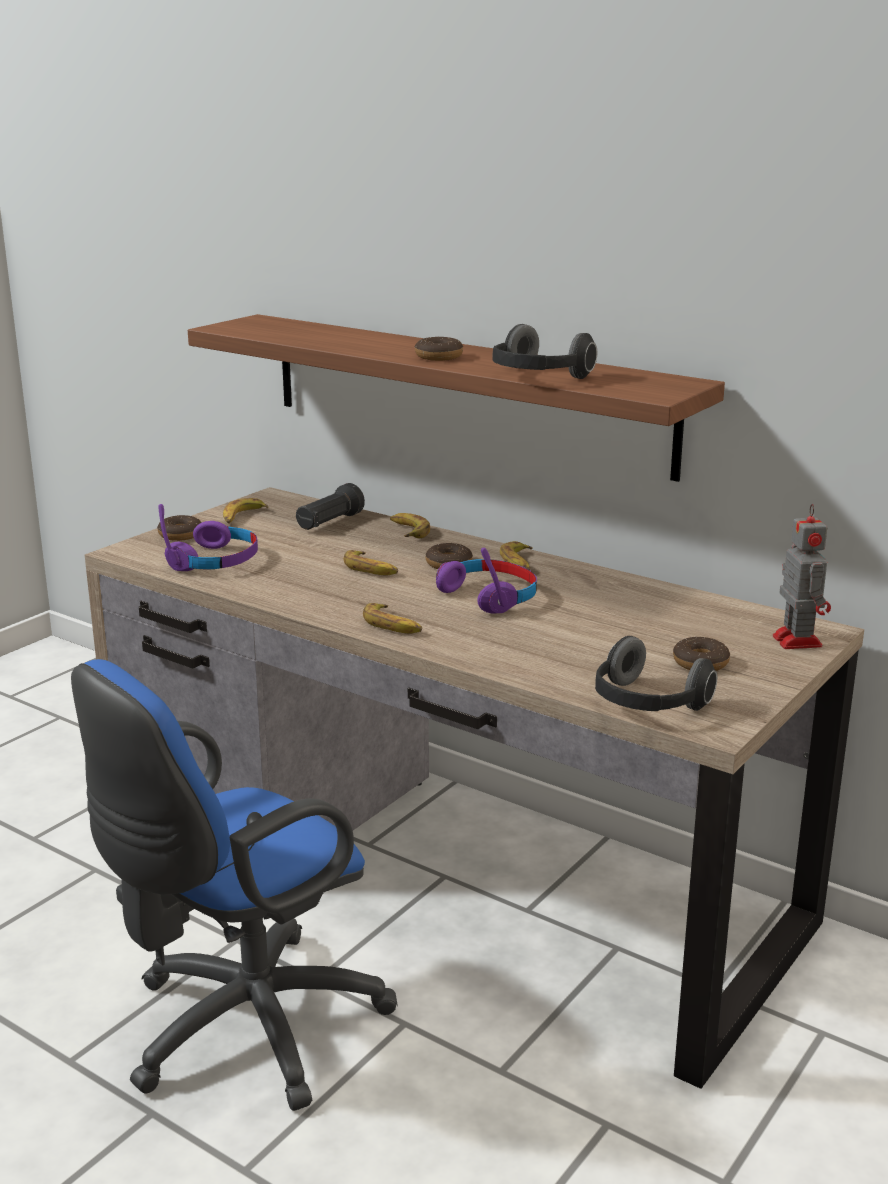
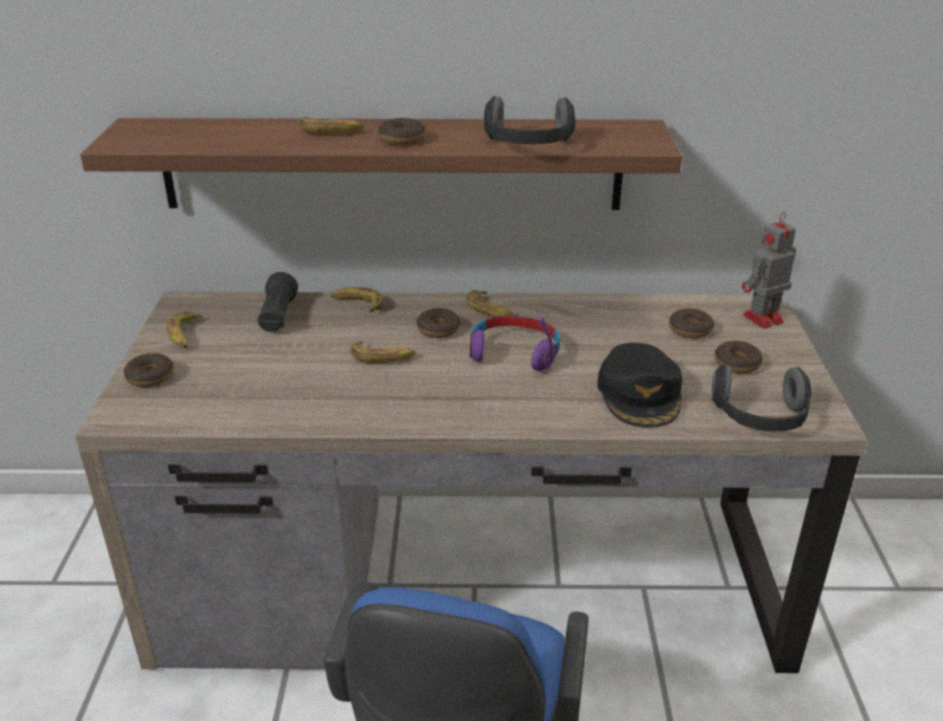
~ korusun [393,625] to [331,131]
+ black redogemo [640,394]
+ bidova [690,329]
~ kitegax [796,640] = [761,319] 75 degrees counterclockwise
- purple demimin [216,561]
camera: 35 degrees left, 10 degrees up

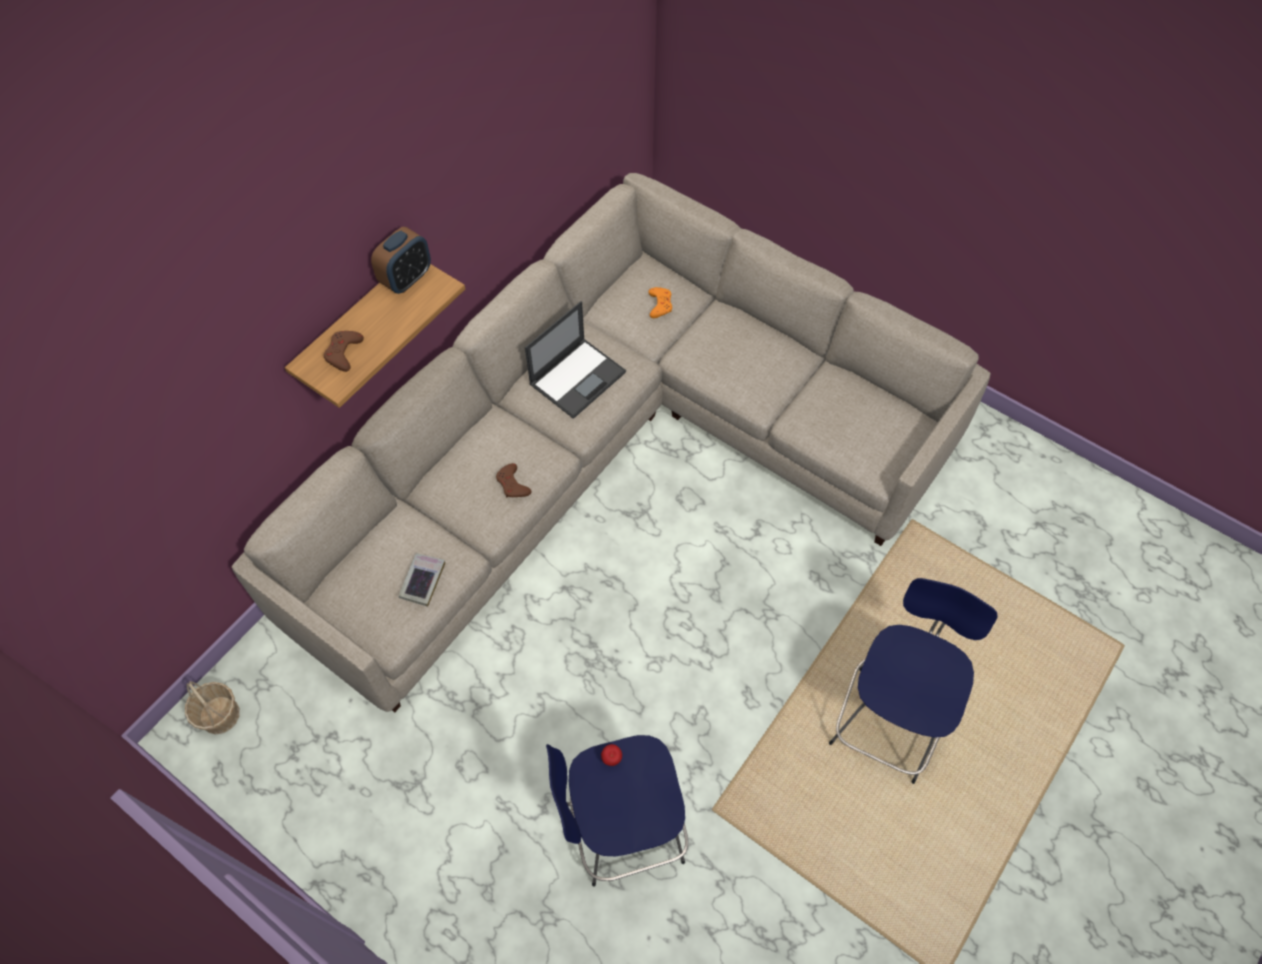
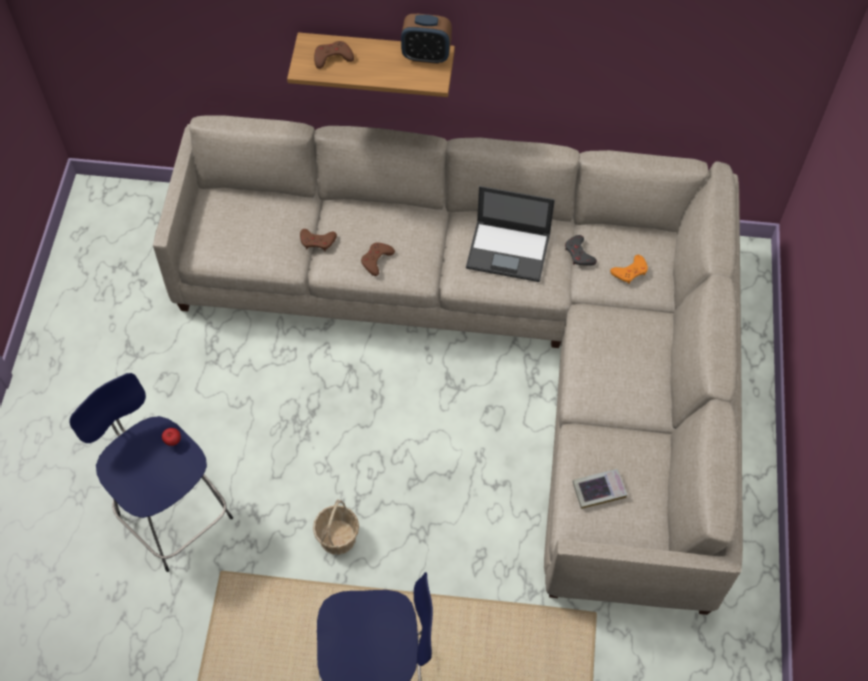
+ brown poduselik [317,241]
~ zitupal [220,714] to [338,537]
+ grey poduselik [579,254]
~ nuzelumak [422,581] to [599,490]
camera: 60 degrees right, 0 degrees up

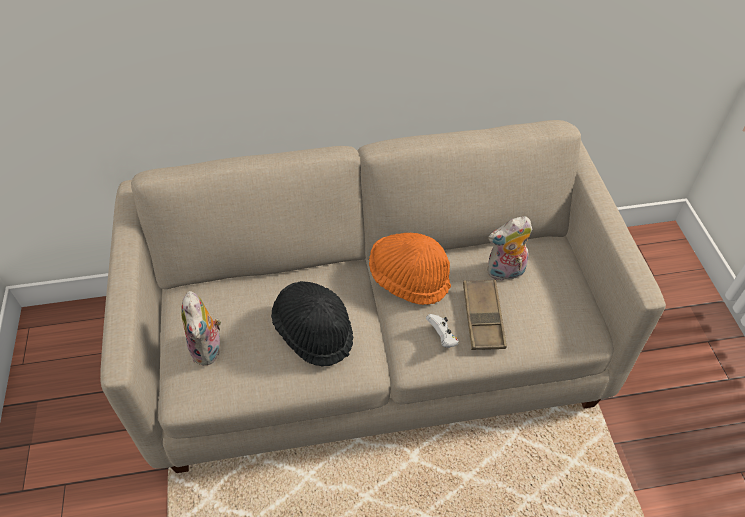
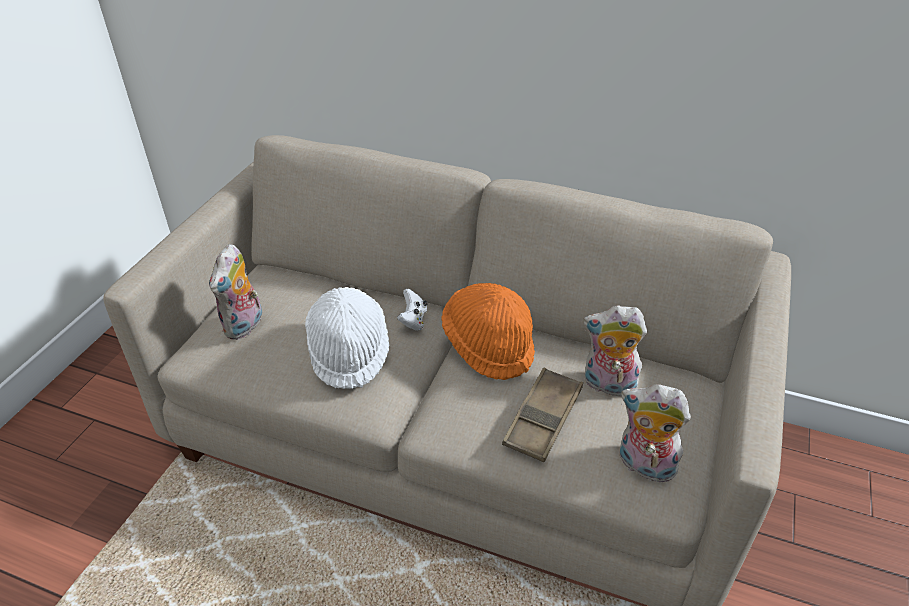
~ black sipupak [315,332] to white sipupak [348,352]
~ white poduselik [442,337] to [413,320]
+ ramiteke [643,466]
camera: 30 degrees right, 10 degrees down

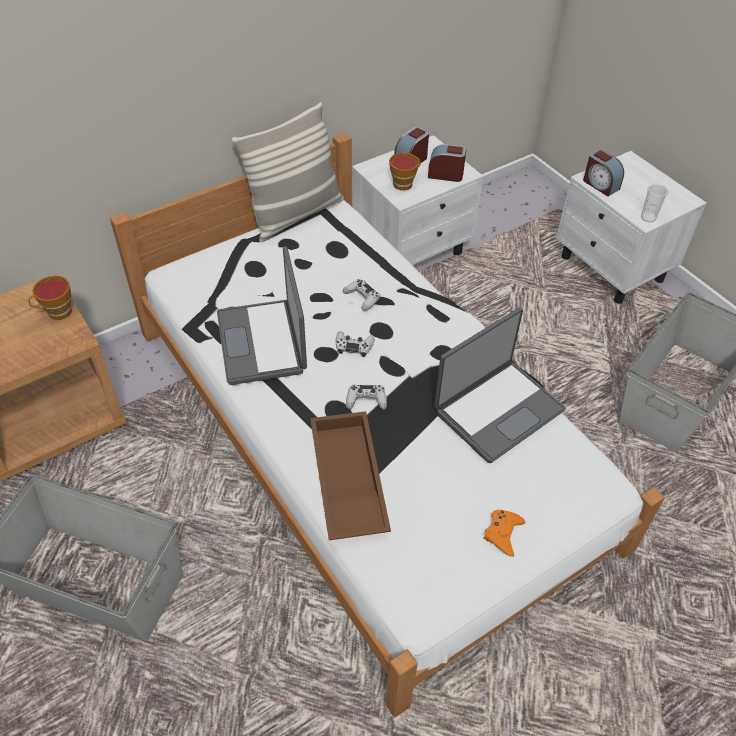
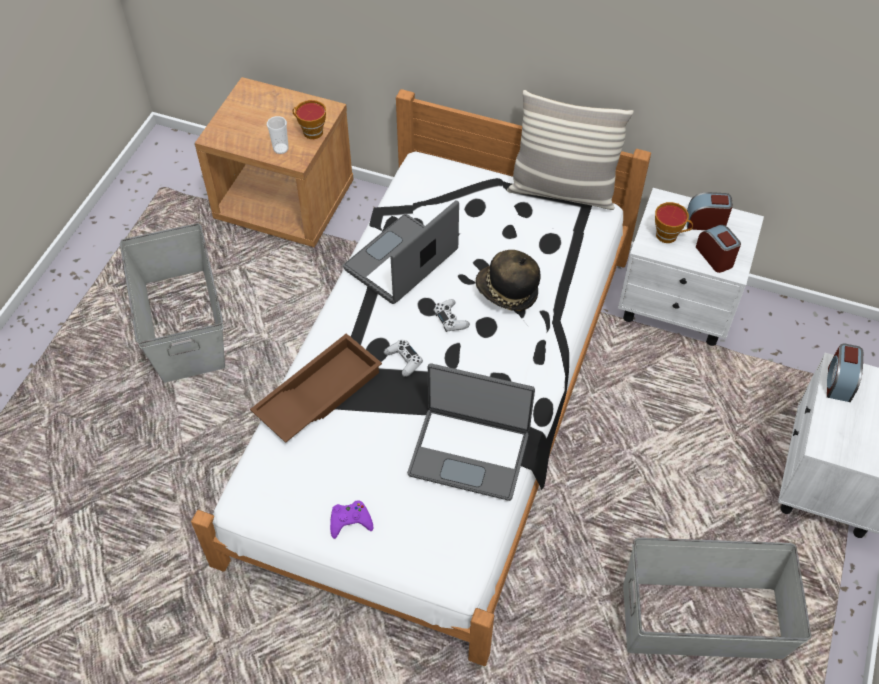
~ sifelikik [648,217] to [280,149]
~ orange poduselik [503,533] to purple poduselik [350,521]
~ white poduselik [362,298] to sipupak [507,292]
camera: 55 degrees right, 5 degrees up

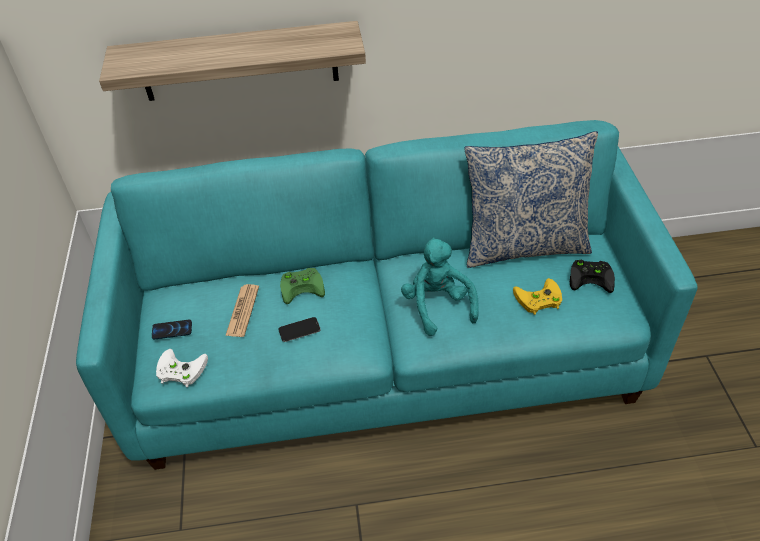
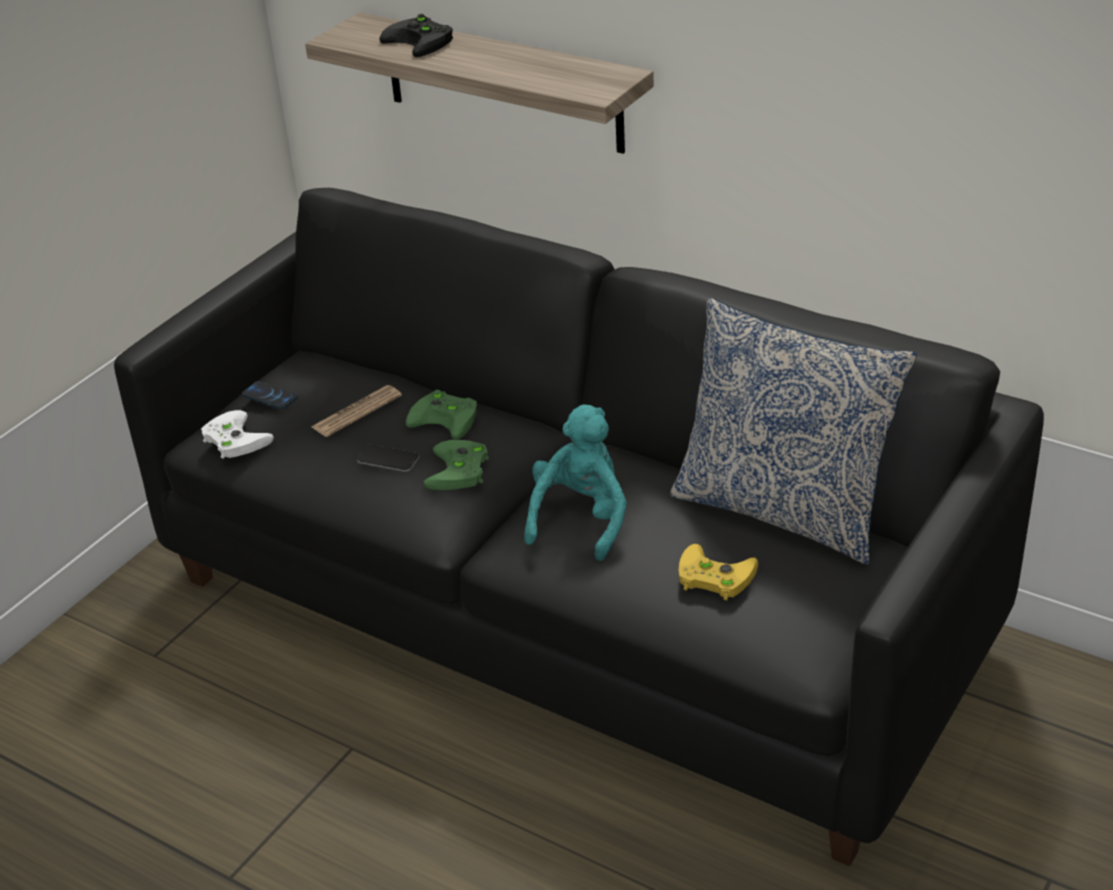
~ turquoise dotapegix [385,354] to black dotapegix [570,609]
~ black poduselik [592,277] to [422,41]
+ green poduselik [460,471]
camera: 40 degrees right, 10 degrees down

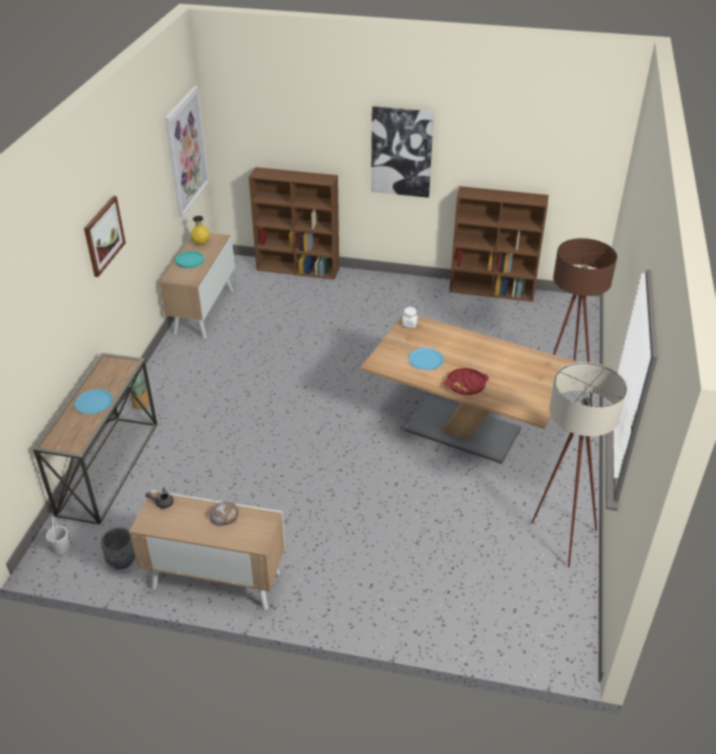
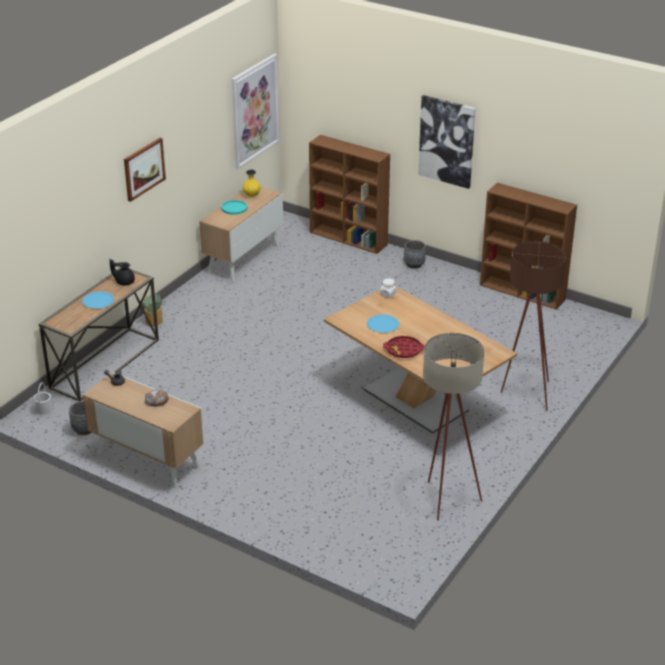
+ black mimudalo [124,281]
+ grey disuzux [414,264]
camera: 20 degrees right, 5 degrees down

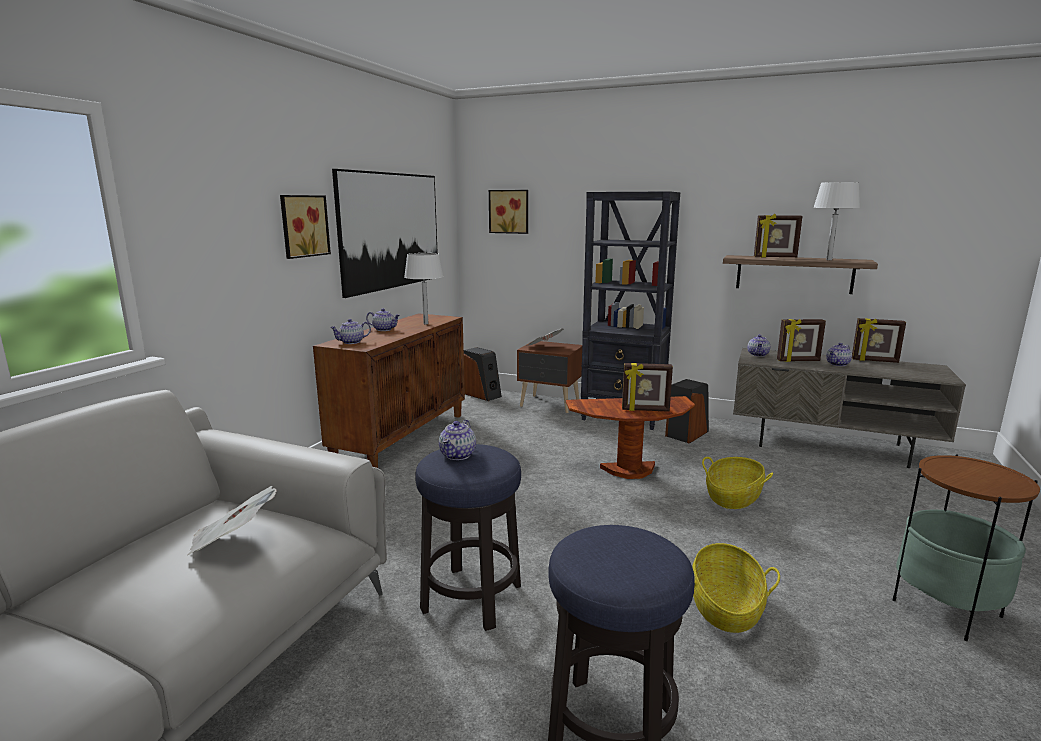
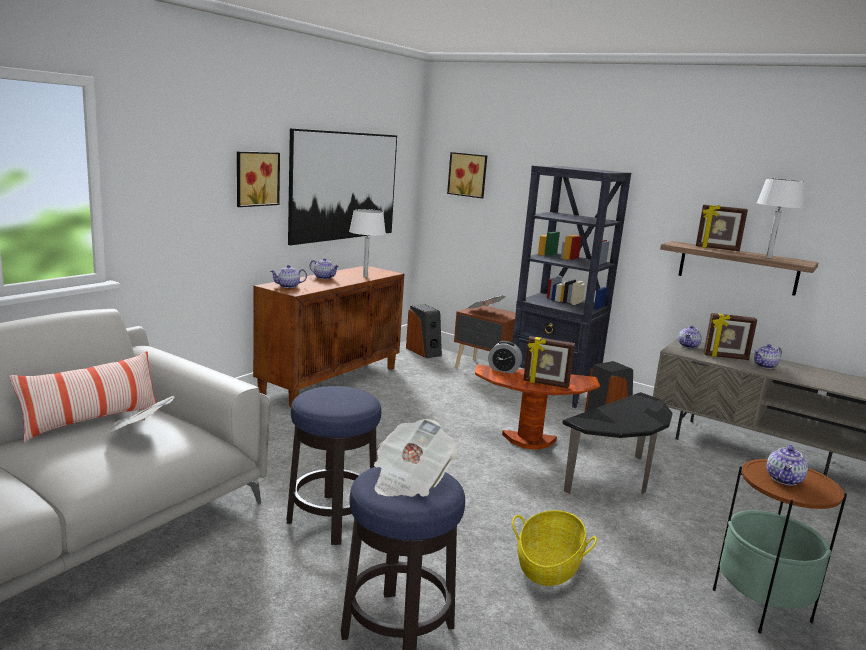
+ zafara [92,421]
+ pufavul [410,479]
+ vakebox [503,370]
~ zitupal [733,497] to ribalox [617,480]
~ mimudalo [458,455] to [784,479]
- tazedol [874,361]
camera: 10 degrees right, 0 degrees up

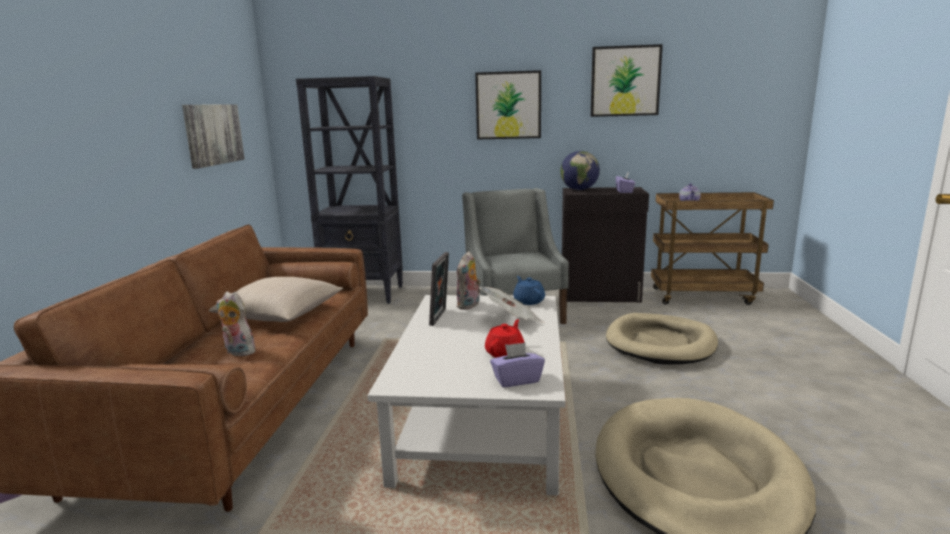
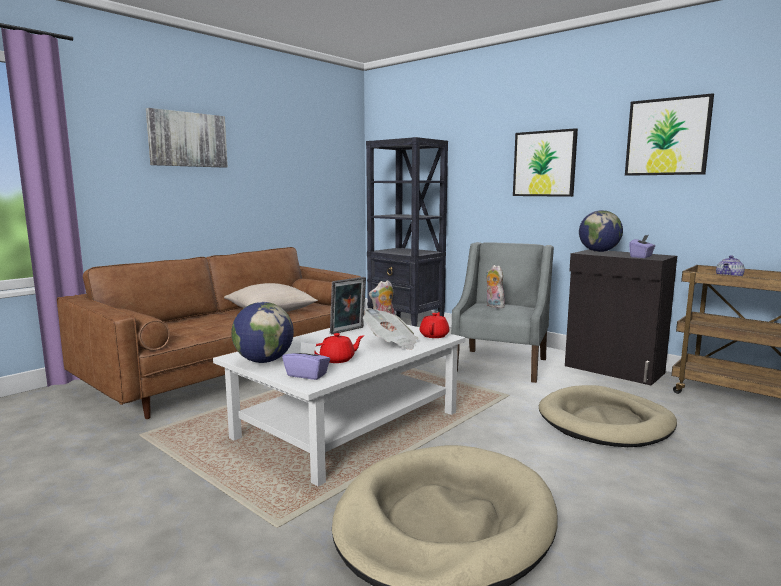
~ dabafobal [213,134] to [187,139]
+ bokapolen [264,361]
~ blue mimudalo [528,301] to red mimudalo [434,335]
~ ramiteke [237,352] to [493,306]
camera: 35 degrees right, 5 degrees down

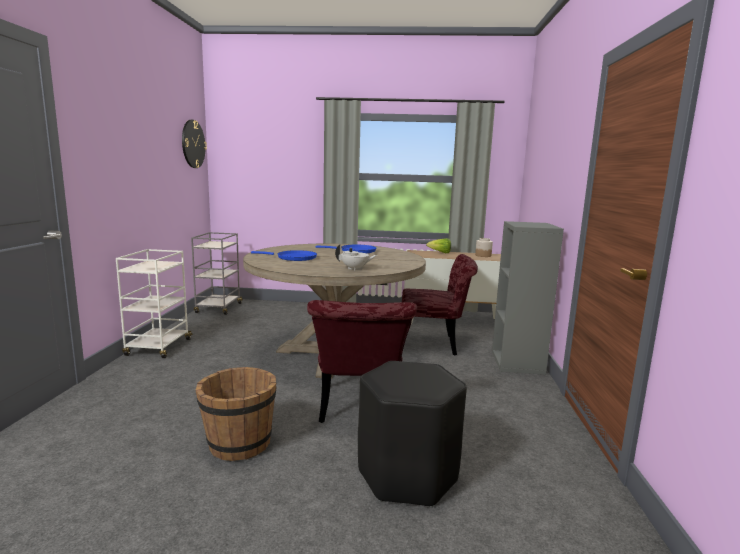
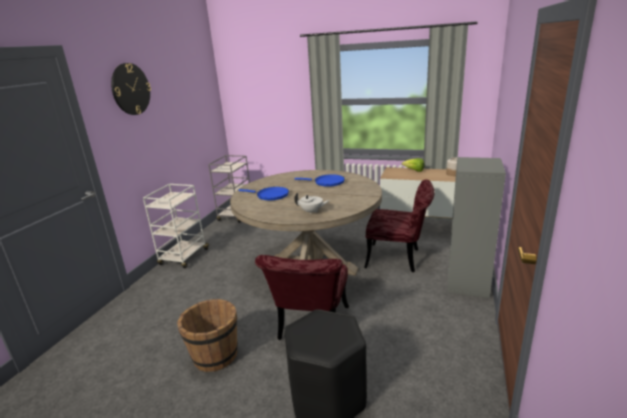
~ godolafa [193,144] to [130,89]
camera: 15 degrees right, 10 degrees up

